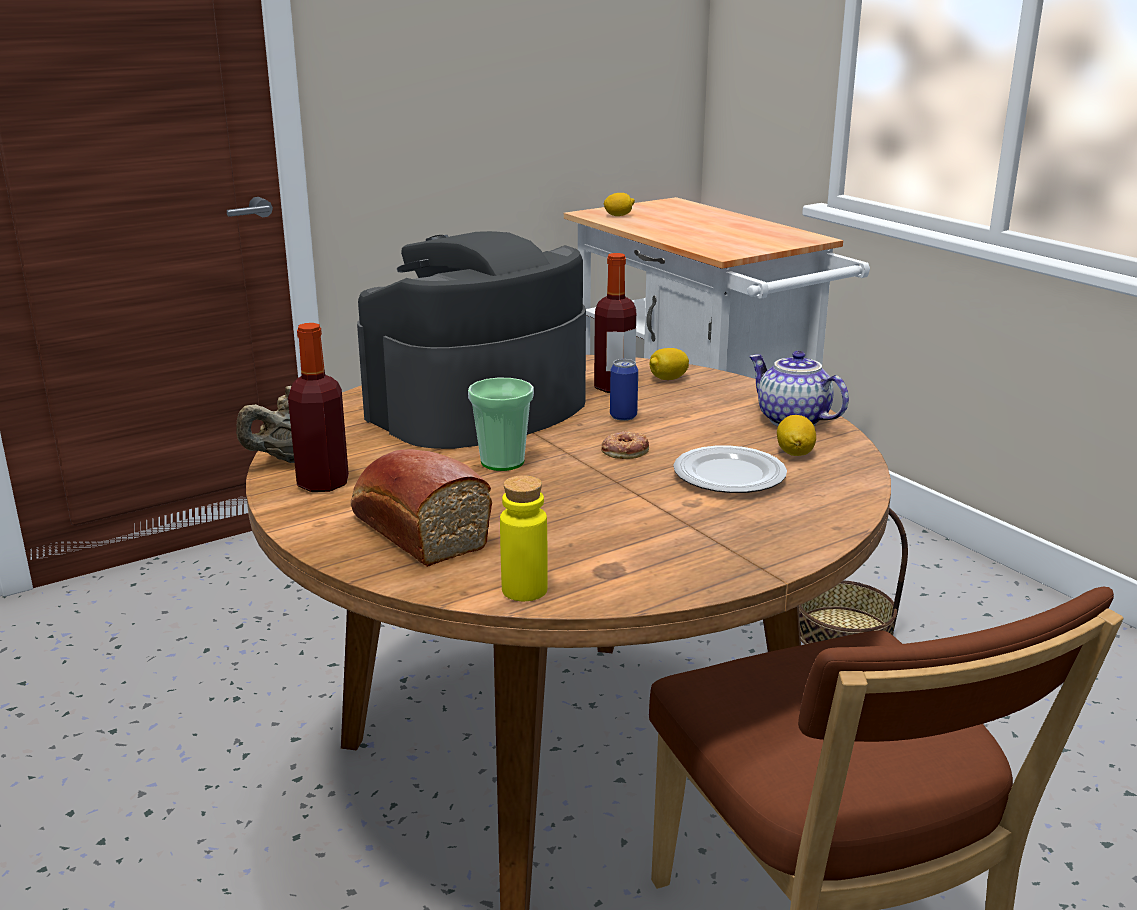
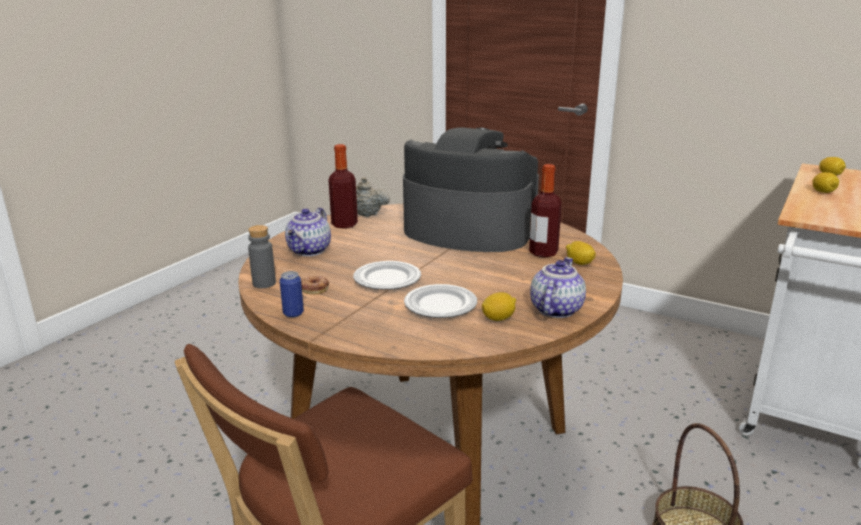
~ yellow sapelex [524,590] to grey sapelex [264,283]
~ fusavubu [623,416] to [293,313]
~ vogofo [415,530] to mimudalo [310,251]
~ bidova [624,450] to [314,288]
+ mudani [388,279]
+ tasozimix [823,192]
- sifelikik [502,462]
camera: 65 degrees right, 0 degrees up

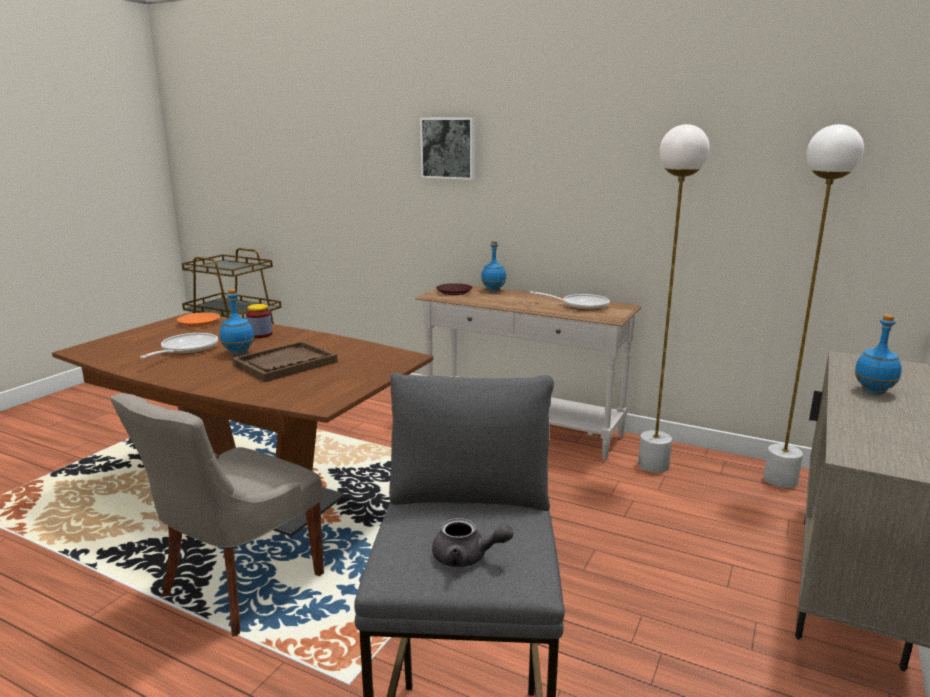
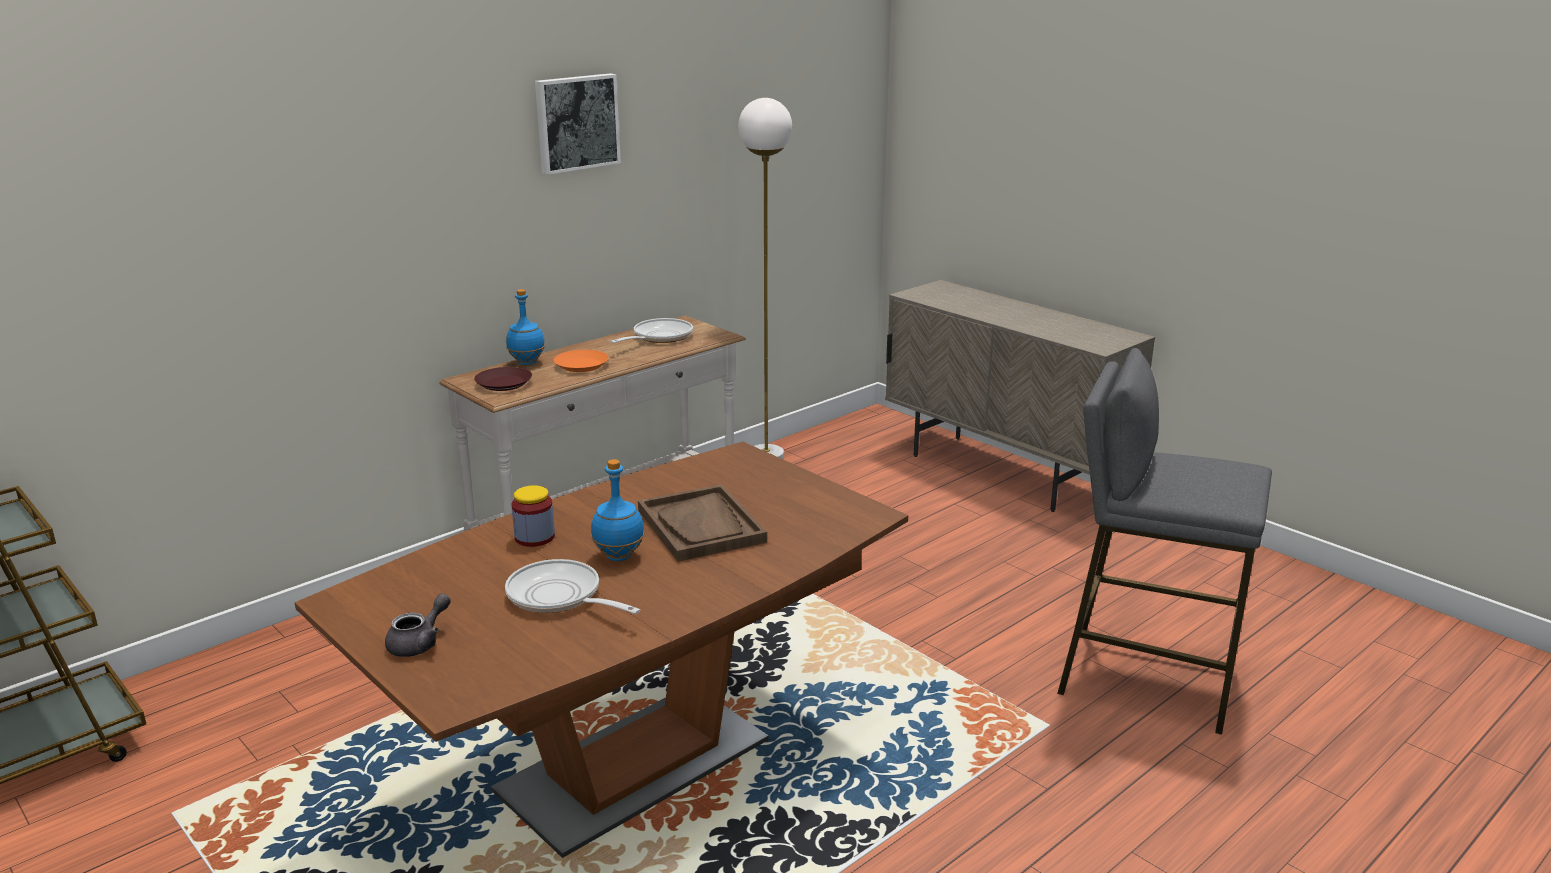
~ grey mimudalo [467,558] to [420,643]
~ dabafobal [449,148] to [576,122]
~ orange mudani [199,323] to [582,365]
- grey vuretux [238,586]
- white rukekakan [780,480]
- blue sapelex [874,392]
camera: 70 degrees left, 5 degrees up

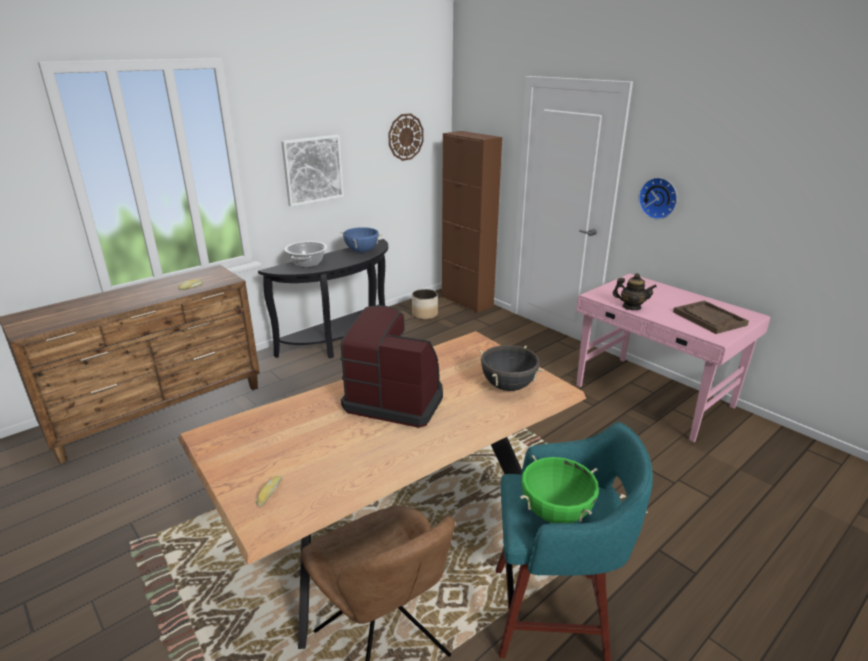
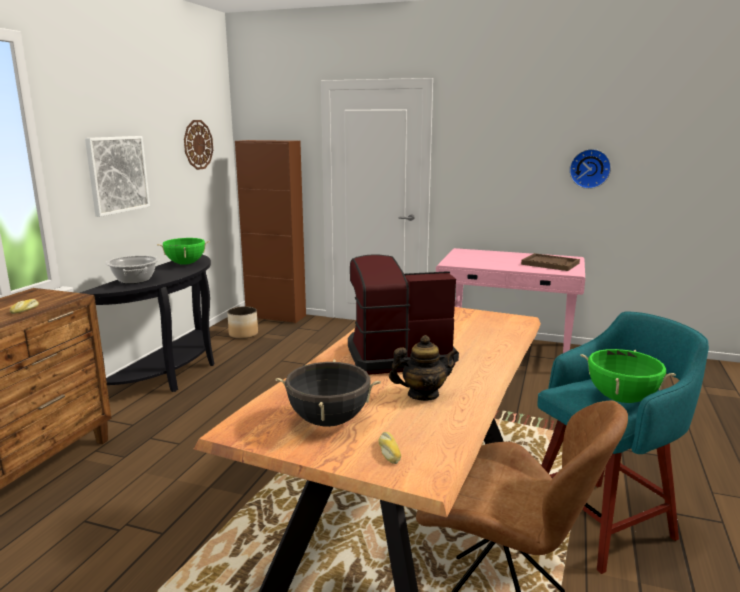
~ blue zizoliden [361,251] to green zizoliden [185,264]
~ black zizoliden [508,386] to [328,421]
~ mimudalo [631,307] to [423,395]
~ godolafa [659,198] to [589,168]
camera: 30 degrees left, 10 degrees down

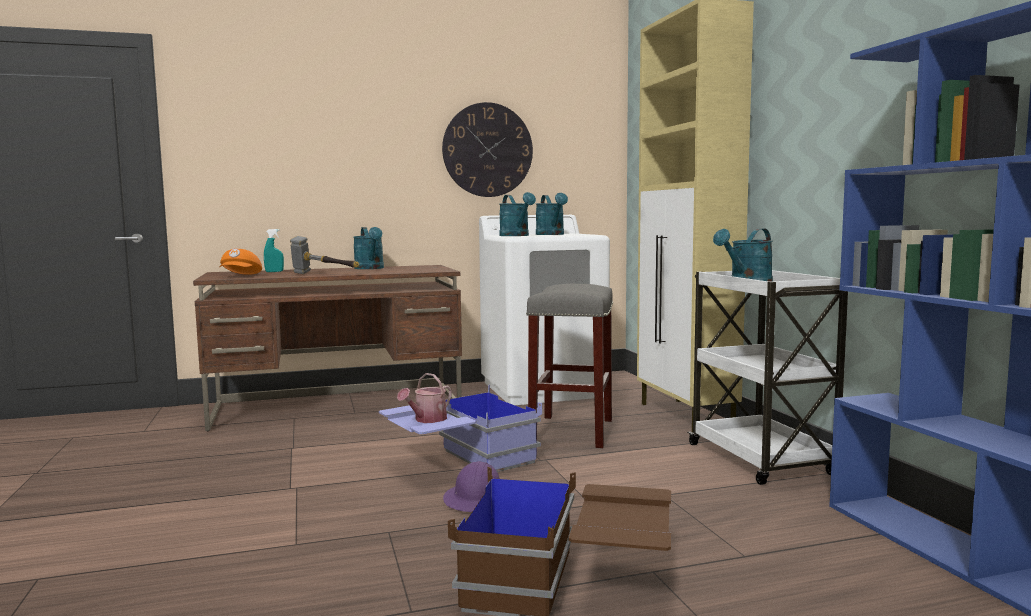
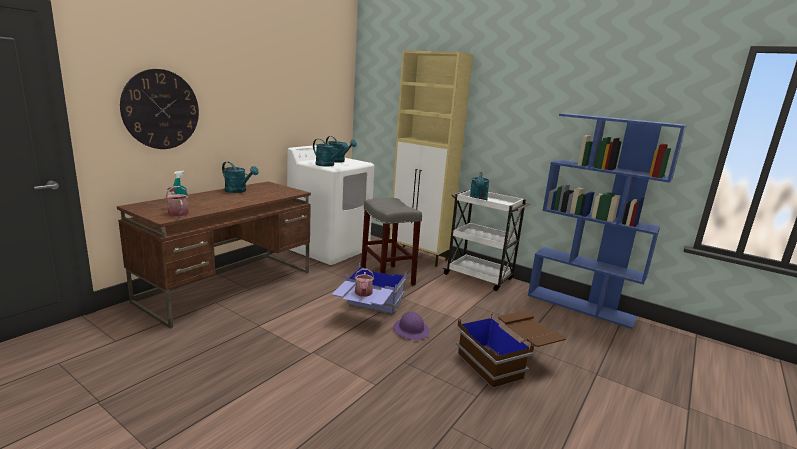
~ godolafa [487,150] to [161,109]
~ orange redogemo [241,276] to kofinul [177,212]
- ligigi [323,274]
camera: 40 degrees left, 10 degrees up

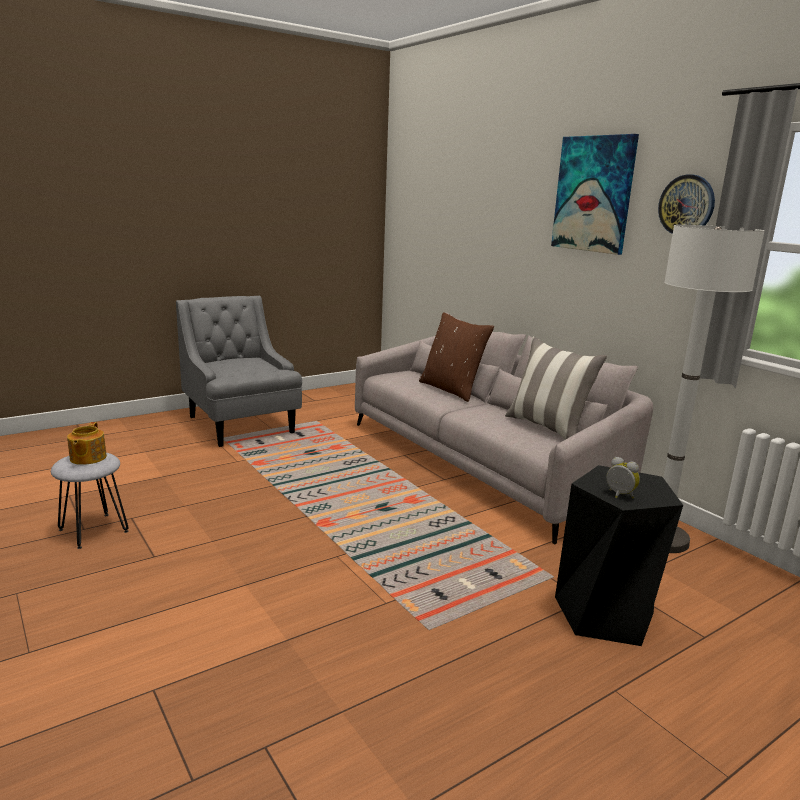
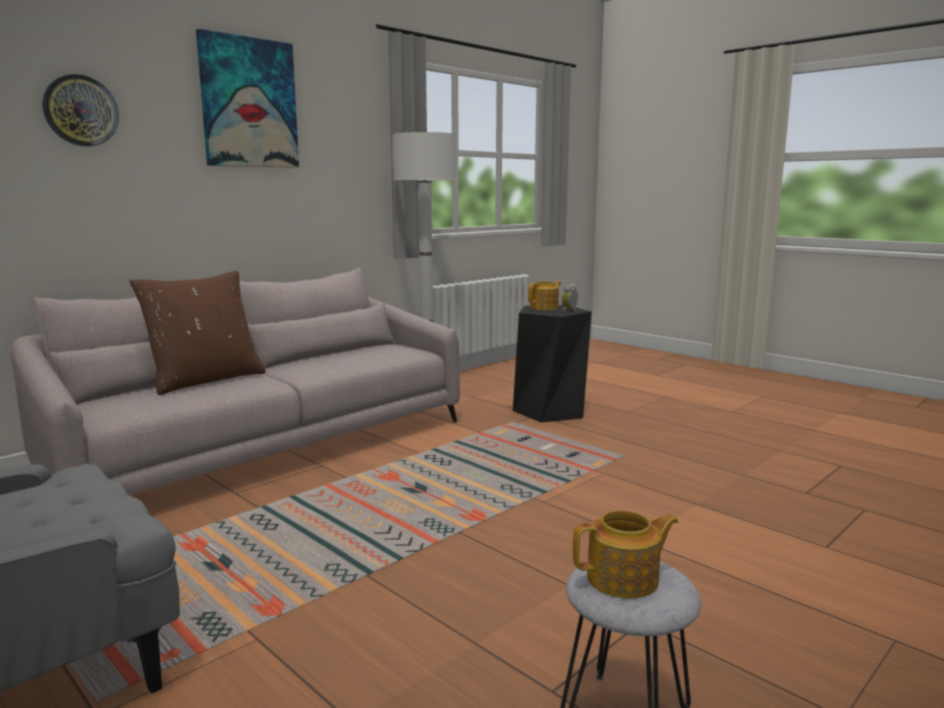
~ godolafa [686,205] to [81,111]
+ mimudalo [545,308]
- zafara [548,428]
camera: 100 degrees left, 5 degrees down

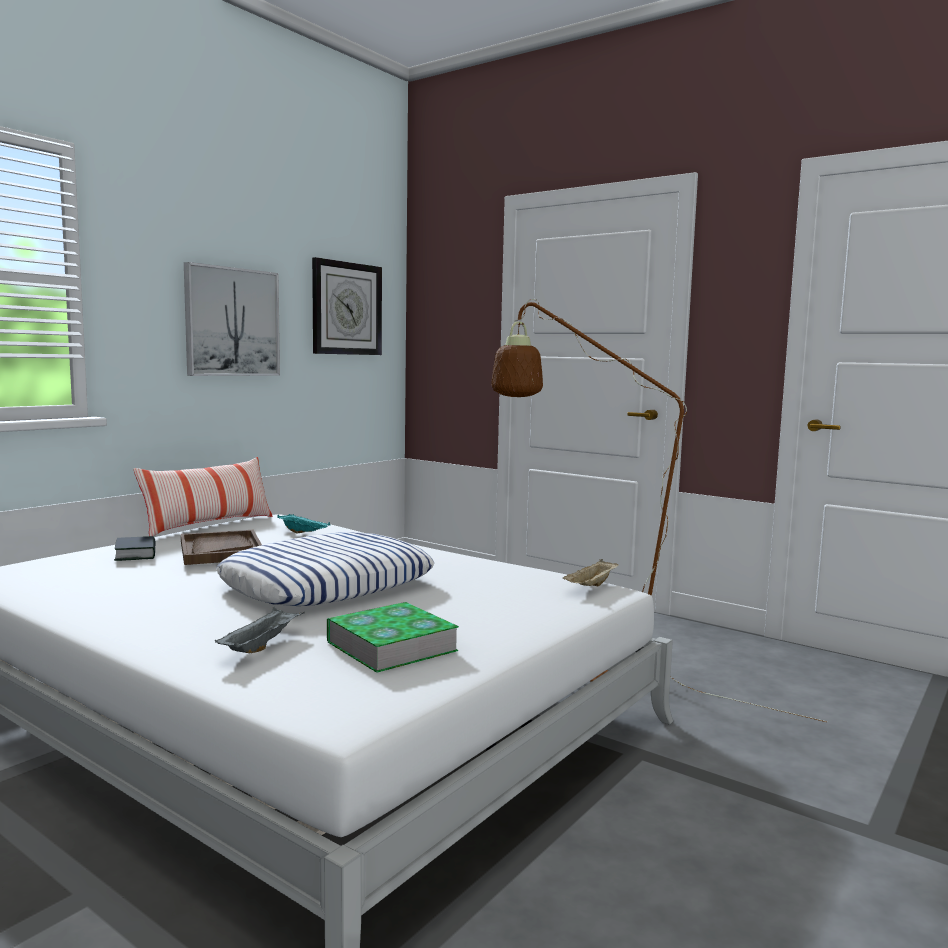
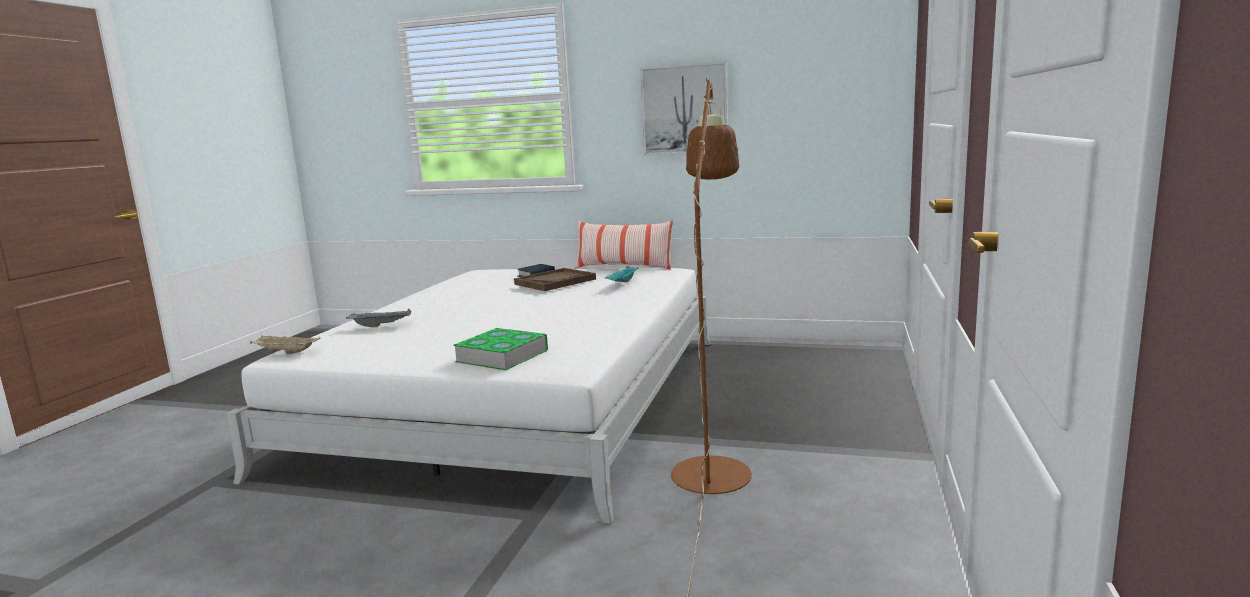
~ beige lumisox [591,587] to [285,352]
~ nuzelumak [391,646] to [502,356]
- zafara [328,584]
- godolafa [346,308]
camera: 70 degrees right, 5 degrees up

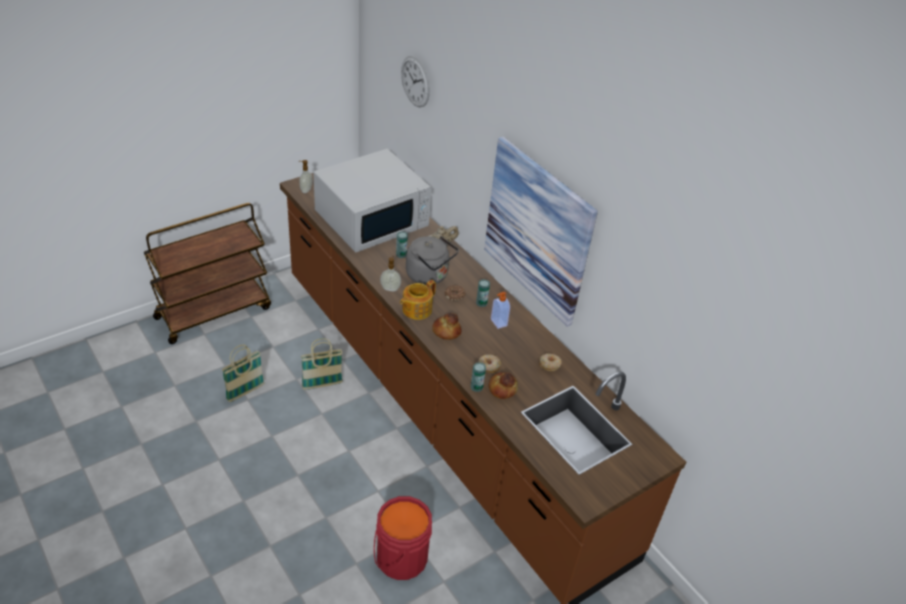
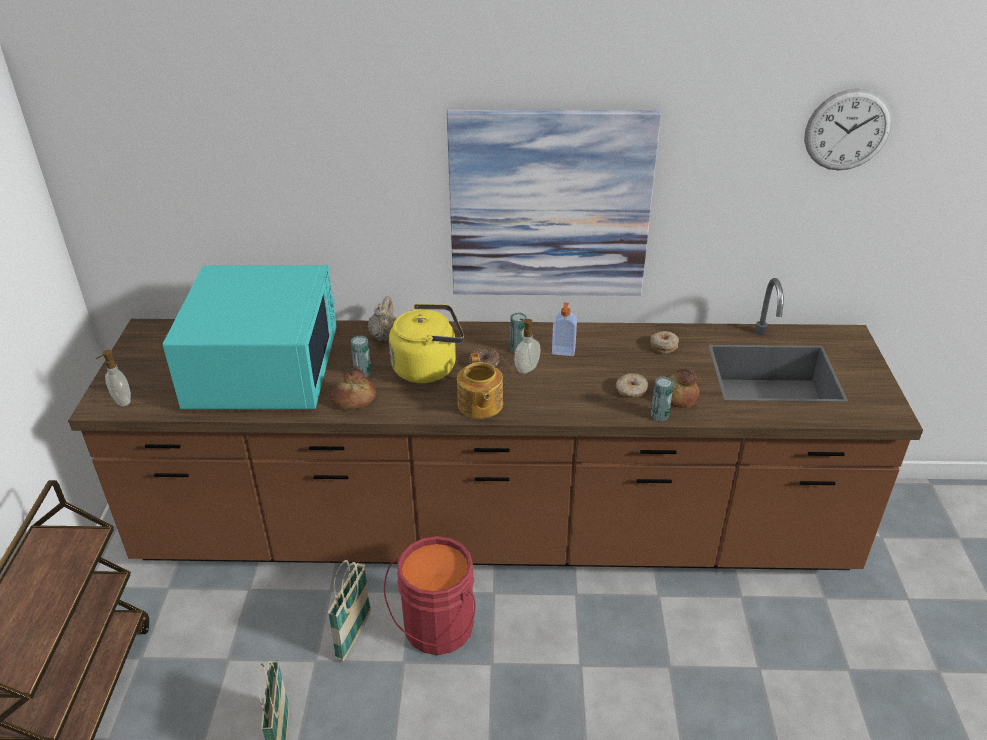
~ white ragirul [372,219] to turquoise ragirul [264,367]
~ vogofo [446,331] to [354,399]
~ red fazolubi [399,557] to [436,629]
~ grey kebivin [429,276] to yellow kebivin [428,367]
~ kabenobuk [390,288] to [526,368]
~ godolafa [415,81] to [847,130]
camera: 50 degrees left, 5 degrees down

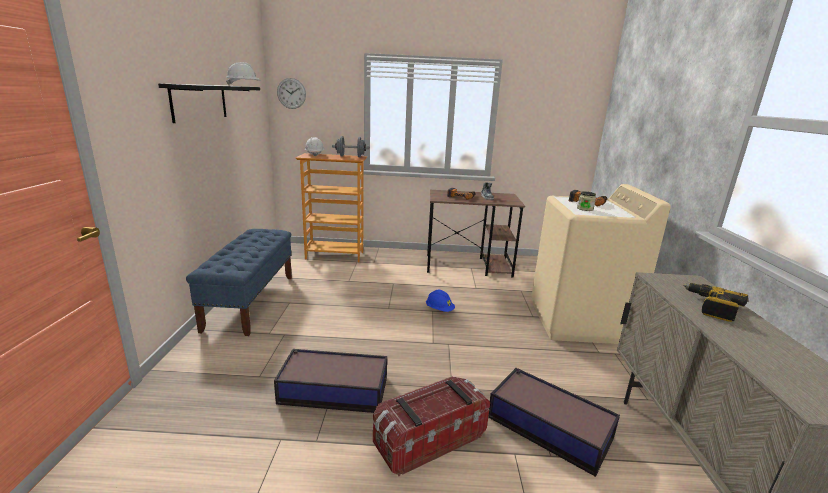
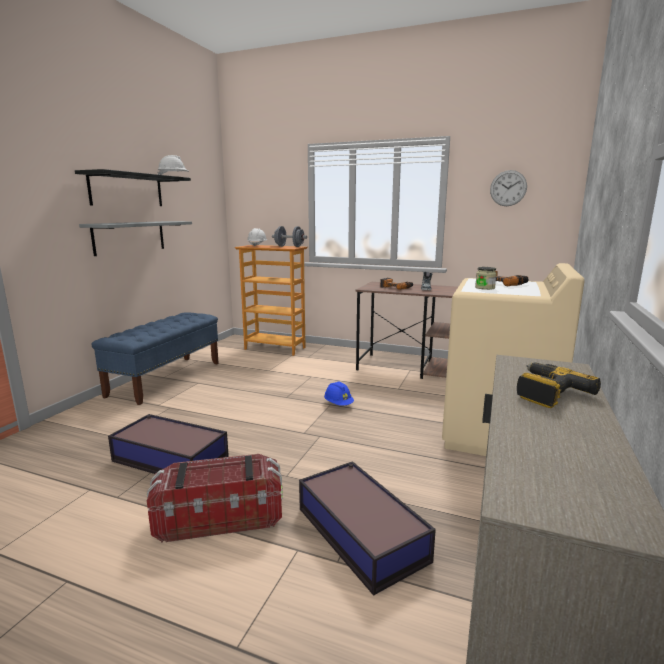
+ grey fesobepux [130,237]
~ godolafa [291,93] to [508,188]
camera: 20 degrees right, 5 degrees down

